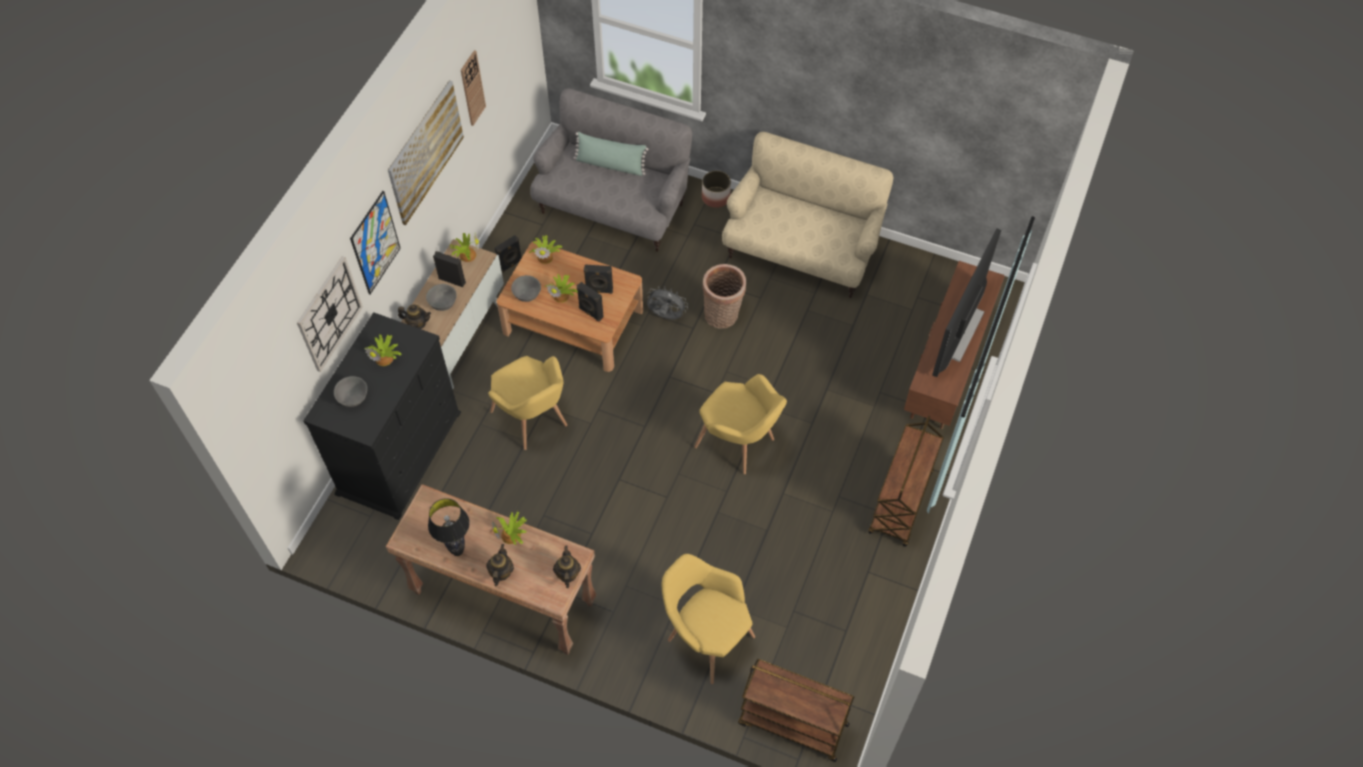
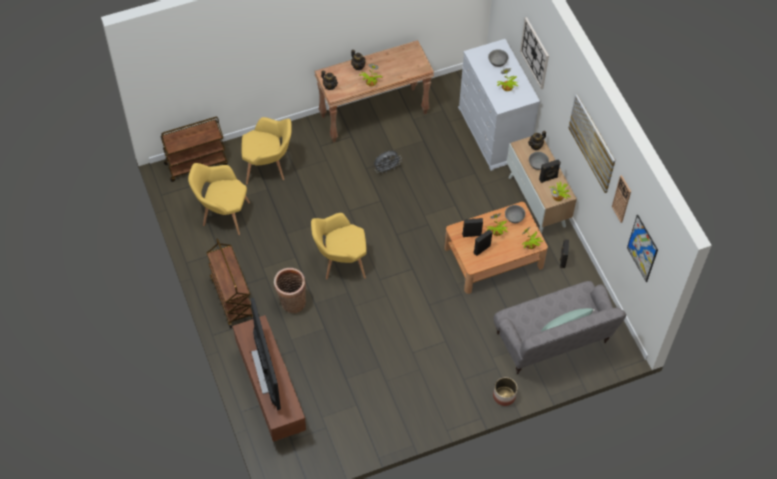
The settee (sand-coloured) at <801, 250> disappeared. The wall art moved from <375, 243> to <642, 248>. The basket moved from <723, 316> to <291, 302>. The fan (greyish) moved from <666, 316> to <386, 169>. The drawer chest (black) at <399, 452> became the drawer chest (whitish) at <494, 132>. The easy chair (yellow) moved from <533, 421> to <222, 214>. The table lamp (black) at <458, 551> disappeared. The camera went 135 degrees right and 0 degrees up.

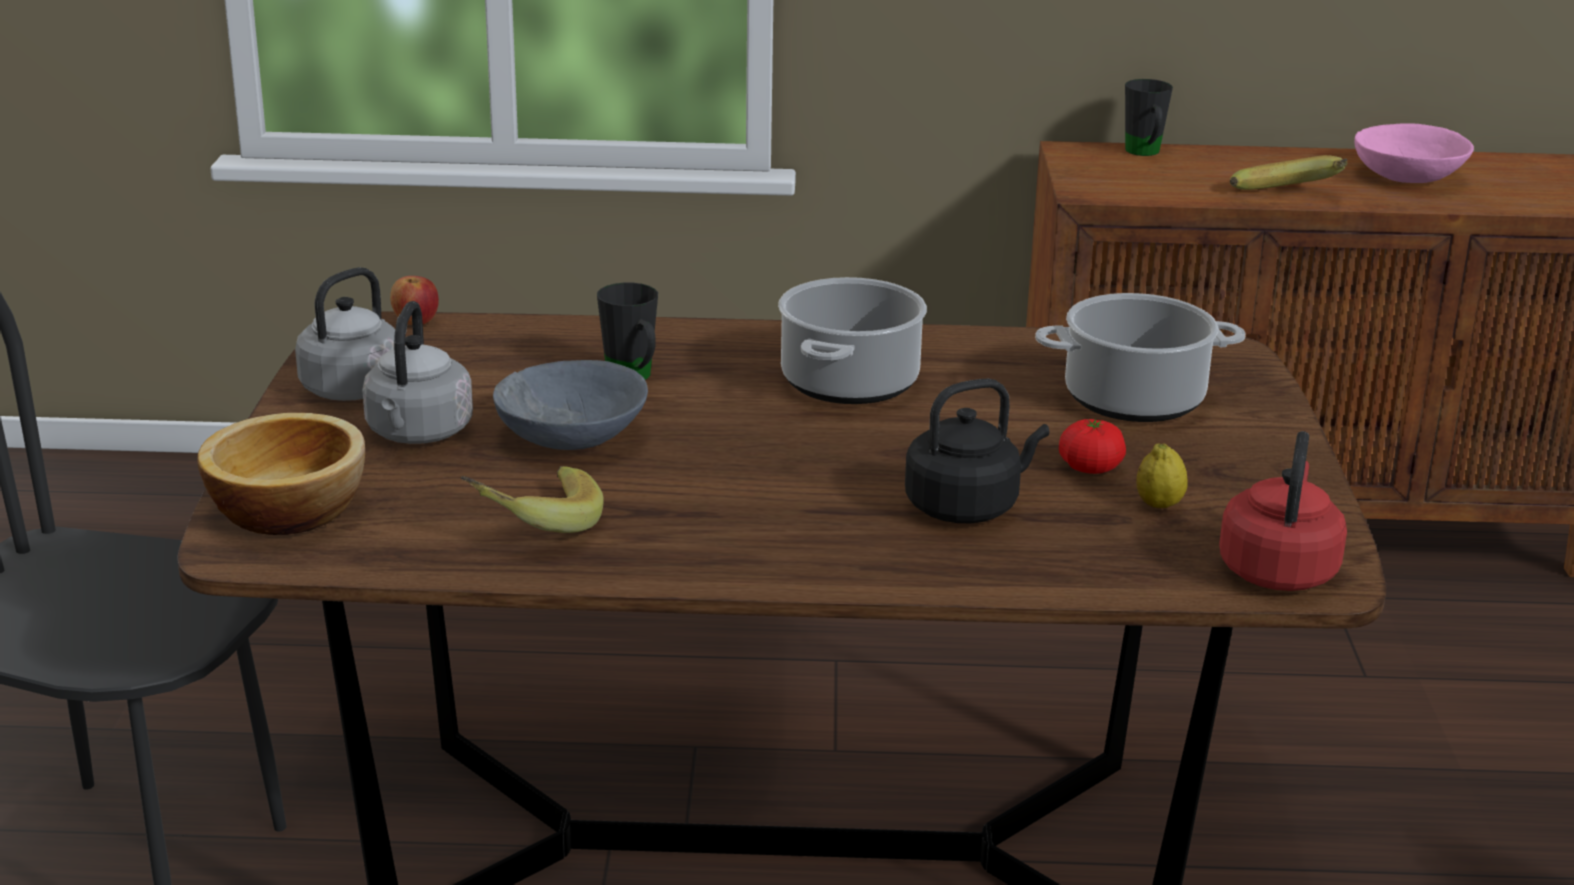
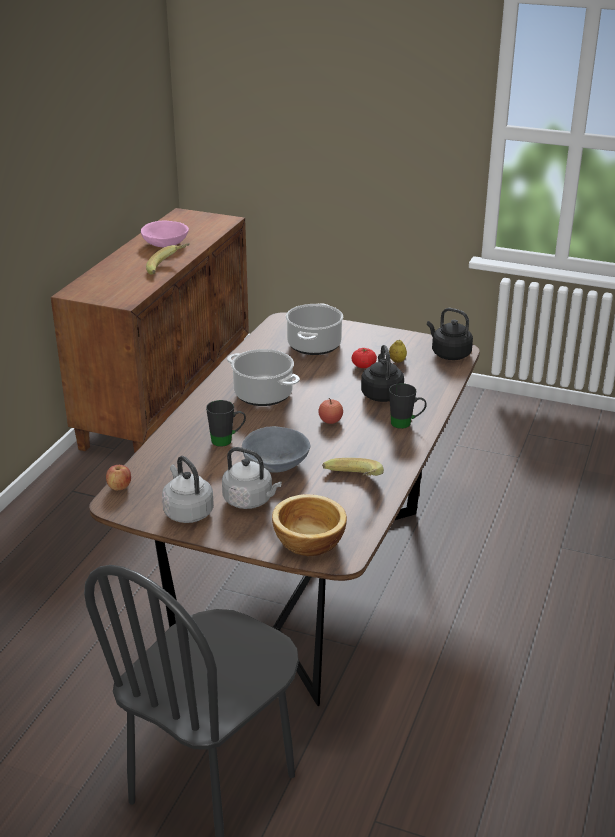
The mug (black) moved from <1145, 154> to <406, 424>. The kettle (reddish) at <1278, 569> became the kettle (black) at <449, 354>. The apple at <330, 421> appeared. The camera went 70 degrees left and 5 degrees up.

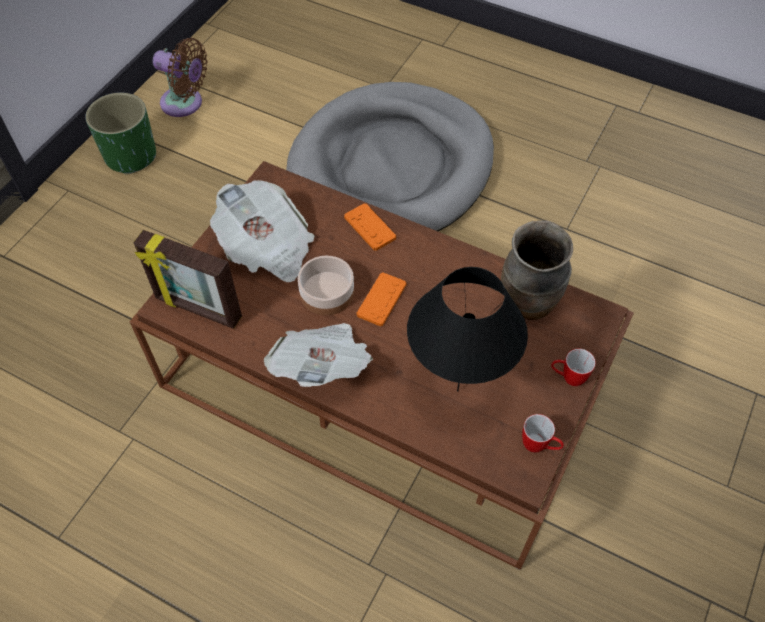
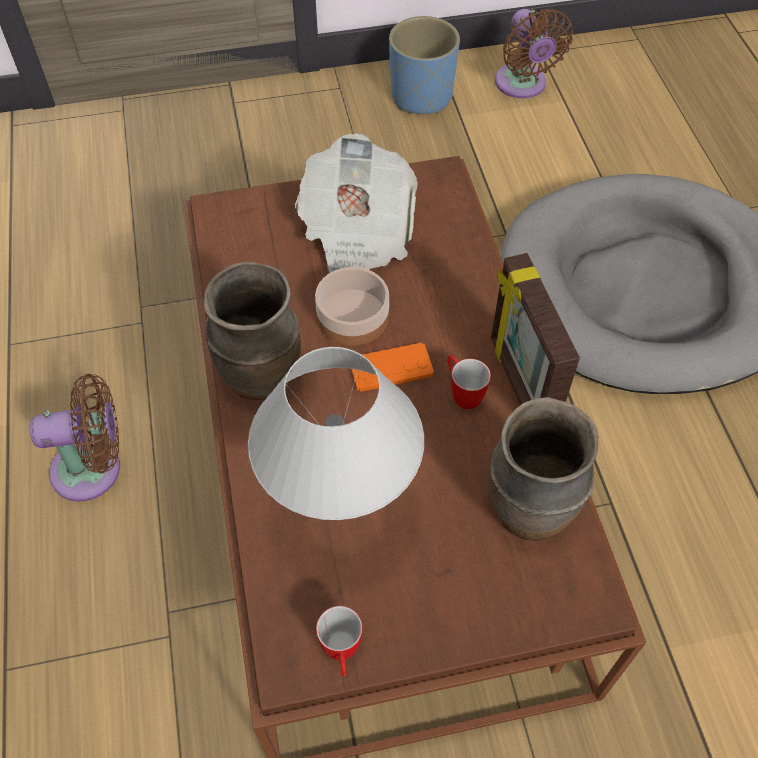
The planter (green) at <131, 156> became the planter (bluish) at <422, 97>. The joypad (orange) at <370, 227> disappeared. The photo frame moved from <198, 309> to <520, 384>. The table lamp (black) at <457, 391> became the table lamp (whitish) at <341, 518>. The printed paper at <322, 366> was replaced by the flower vase (brownish) at <261, 375>. The mug moved from <567, 377> to <462, 393>. The fan (brownish) at <94, 469> appeared. The camera went 50 degrees right and 0 degrees up.

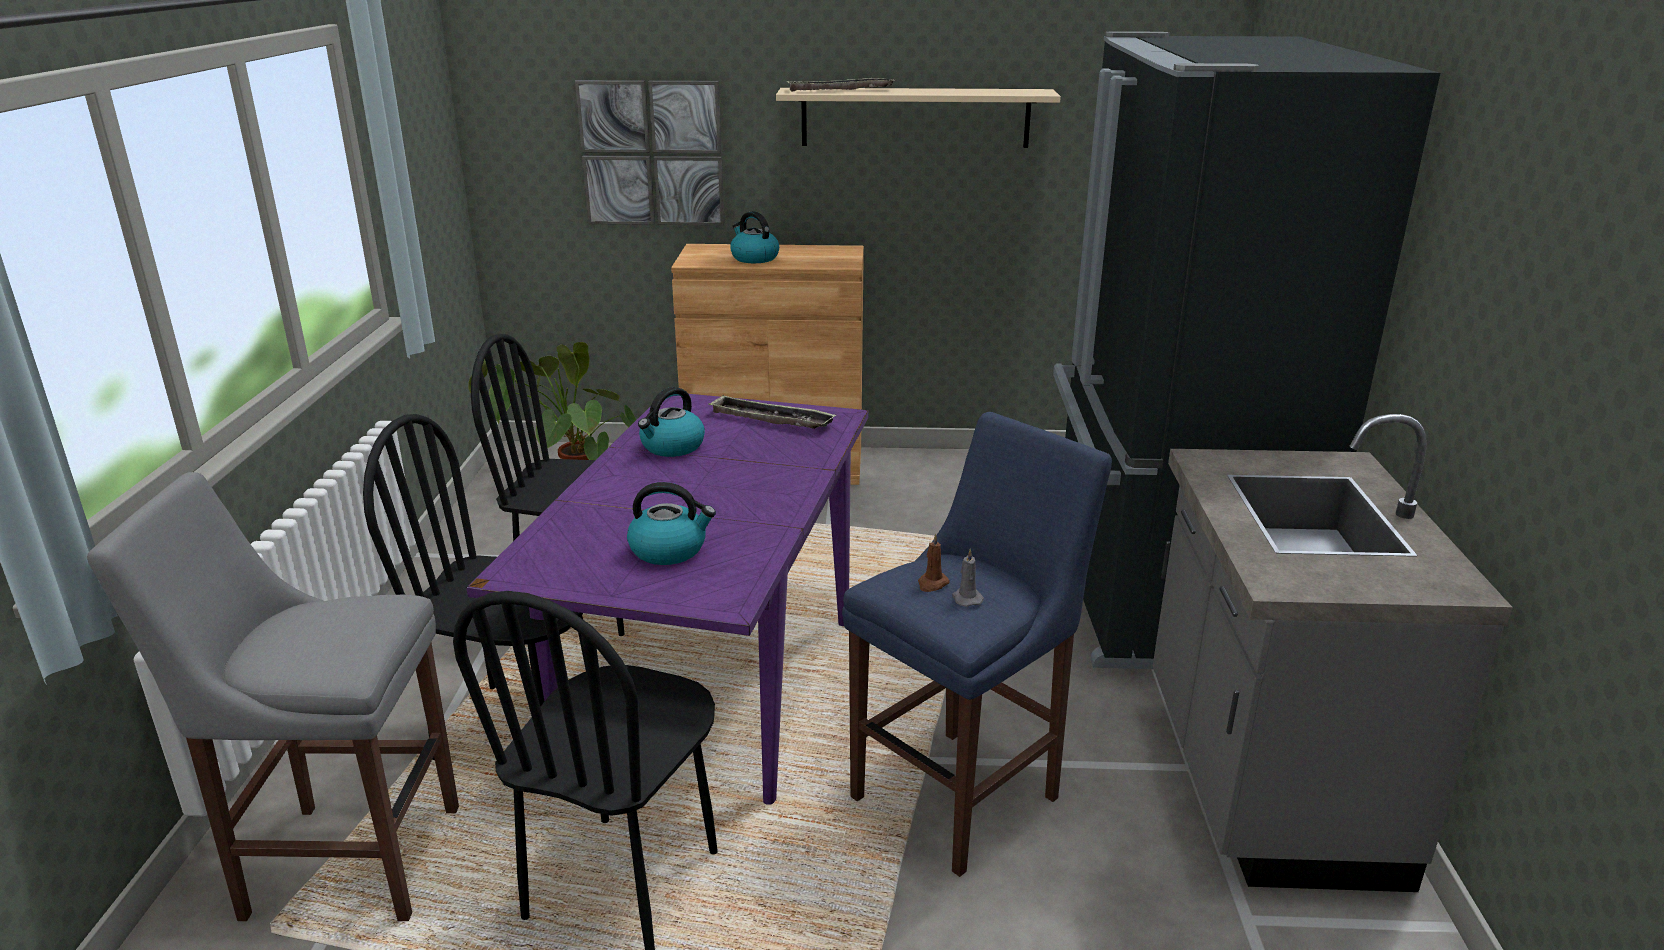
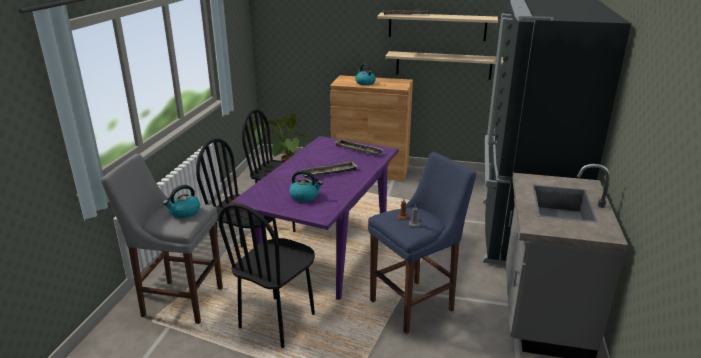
The wall art at <652, 153> disappeared. The kettle moved from <672, 447> to <184, 212>. The wall shelf (sand-coloured) at <443, 65> appeared. The serving tray at <329, 172> appeared. The camera went 10 degrees right and 0 degrees up.

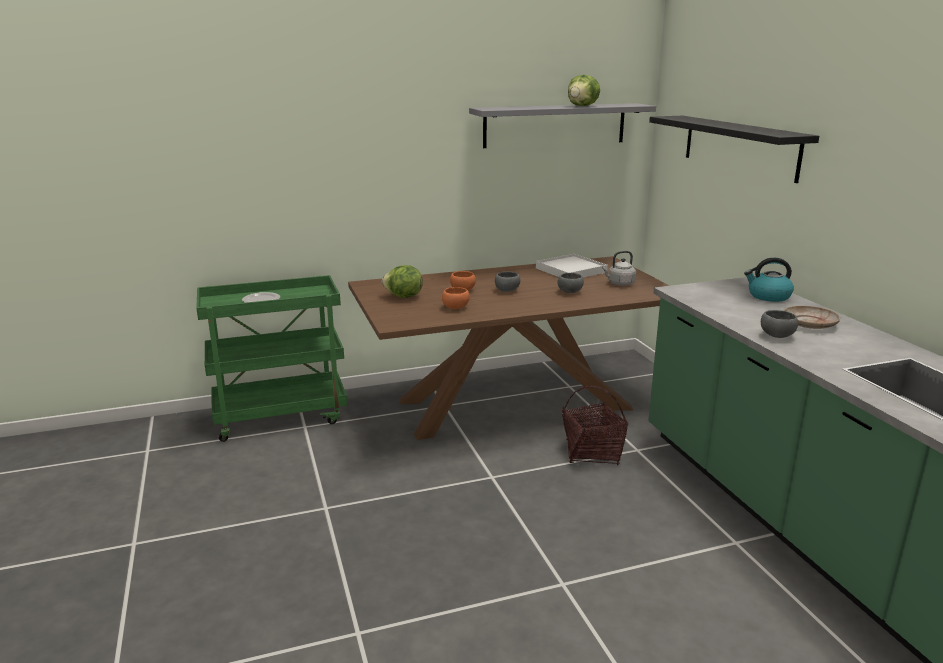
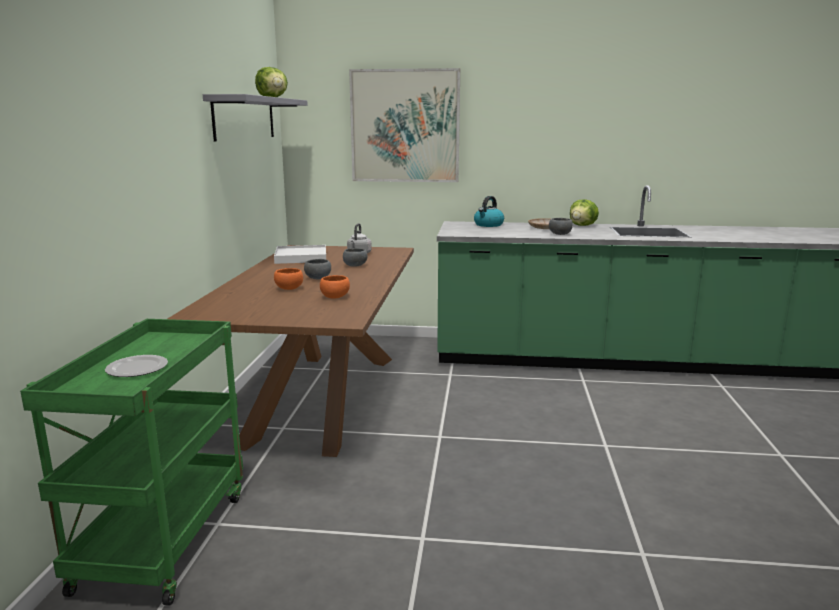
The wall shelf (black) at <739, 146> was replaced by the wall art at <405, 126>. The lettuce moved from <403, 297> to <583, 226>. The basket at <592, 452> disappeared. The camera went 65 degrees left and 5 degrees down.

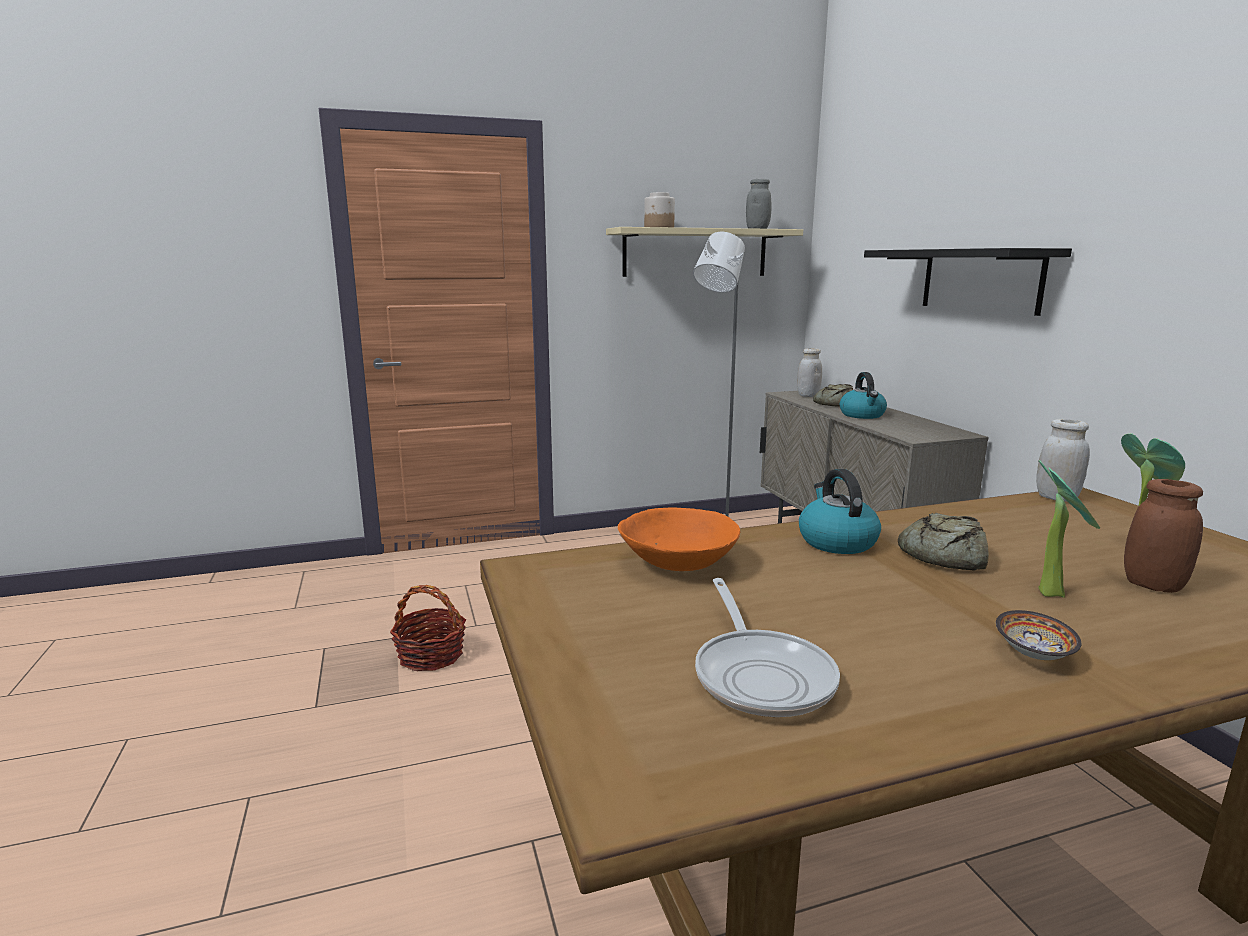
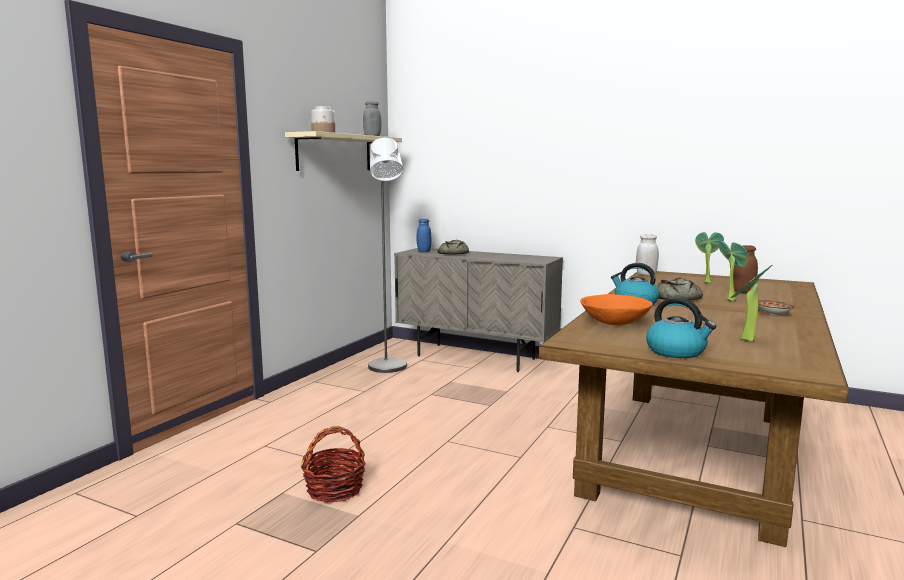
The wall shelf (black) at <980, 280> disappeared. The preserve jar (whitish) at <808, 395> became the preserve jar (bluish) at <424, 251>. The kettle moved from <862, 415> to <677, 351>. The frying pan at <761, 675> was replaced by the houseplant at <745, 340>. The camera went 45 degrees left and 5 degrees down.

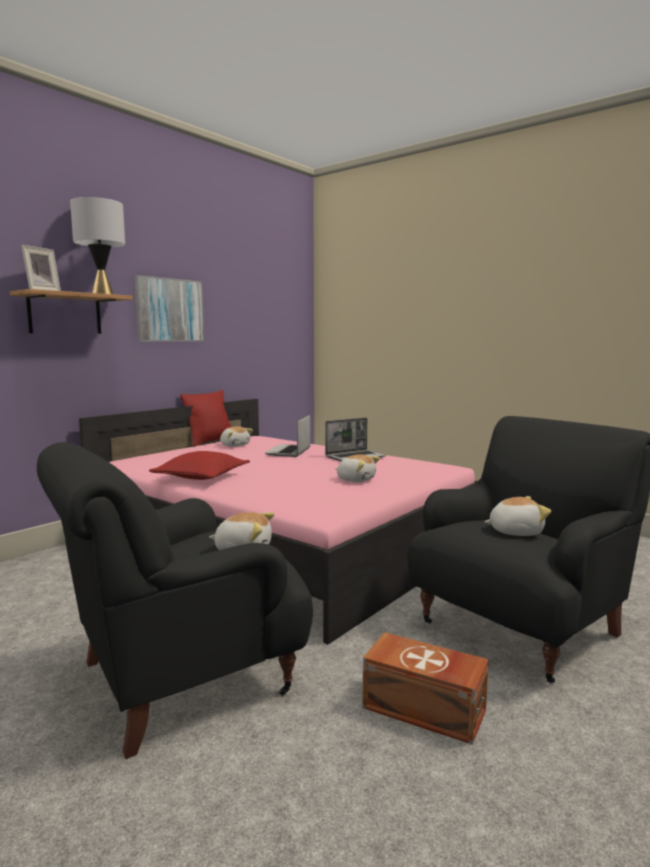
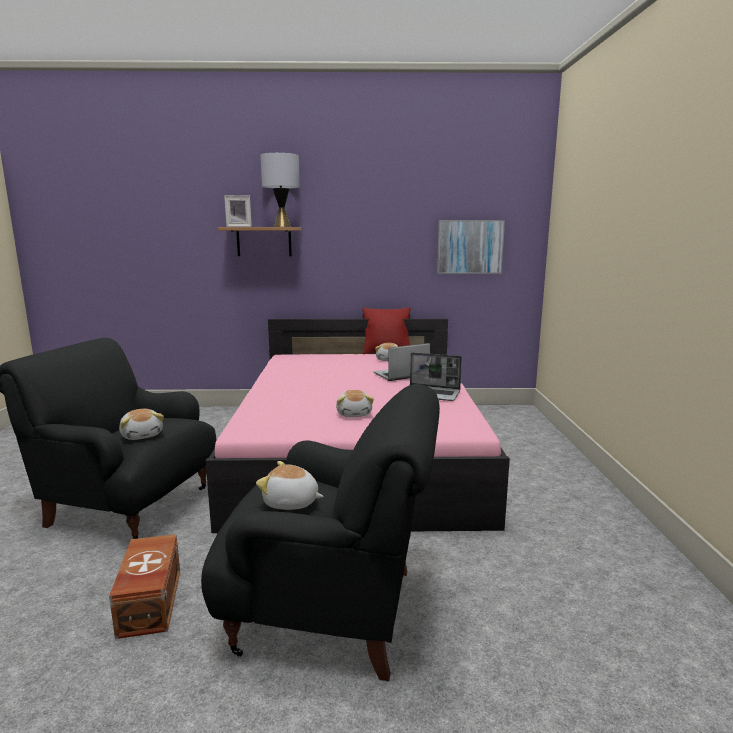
The wall art moved from <169, 310> to <470, 247>. The pillow (reddish) at <201, 477> disappeared. The soft toy at <515, 531> turned 150 degrees clockwise. The camera went 50 degrees right and 5 degrees up.

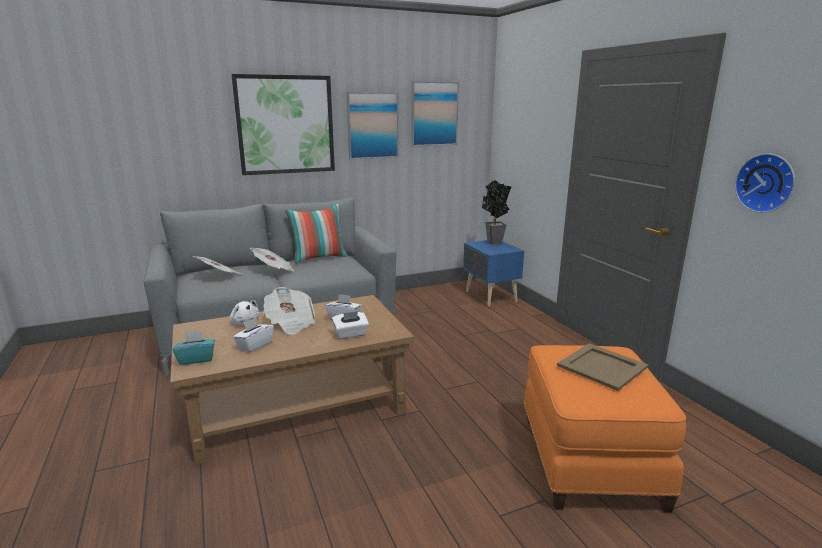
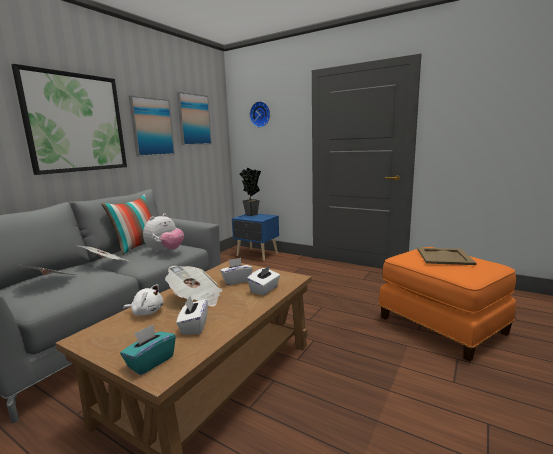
The wall clock moved from <766, 183> to <261, 114>. The soft toy at <165, 251> appeared. The camera went 35 degrees left and 5 degrees down.

